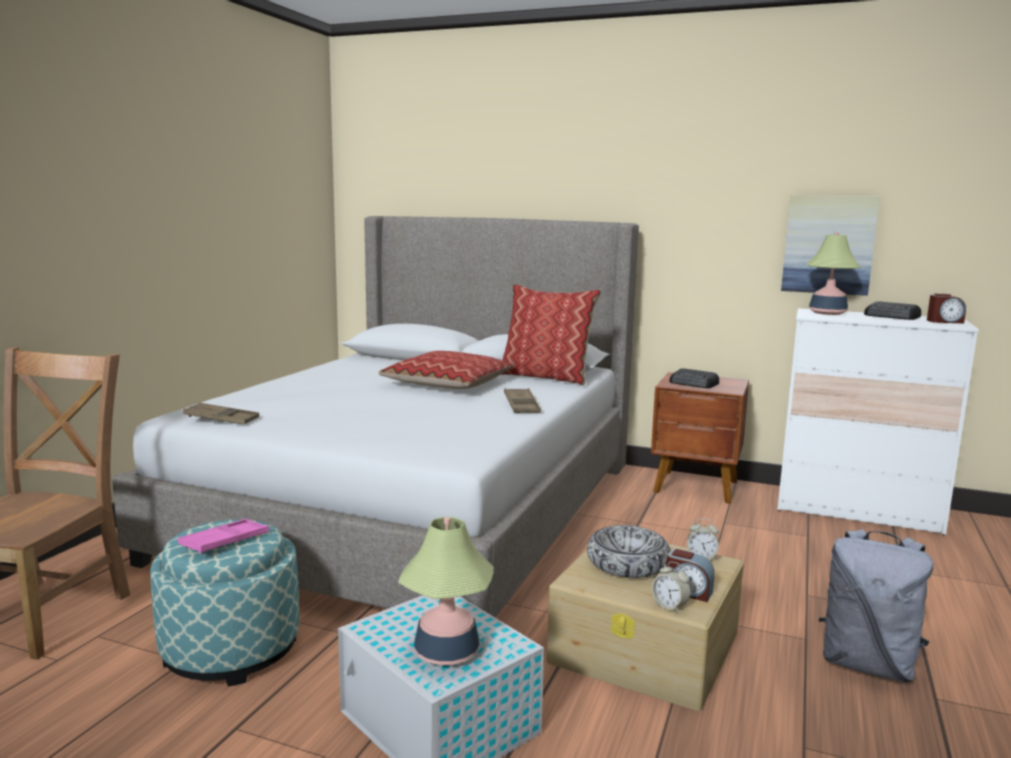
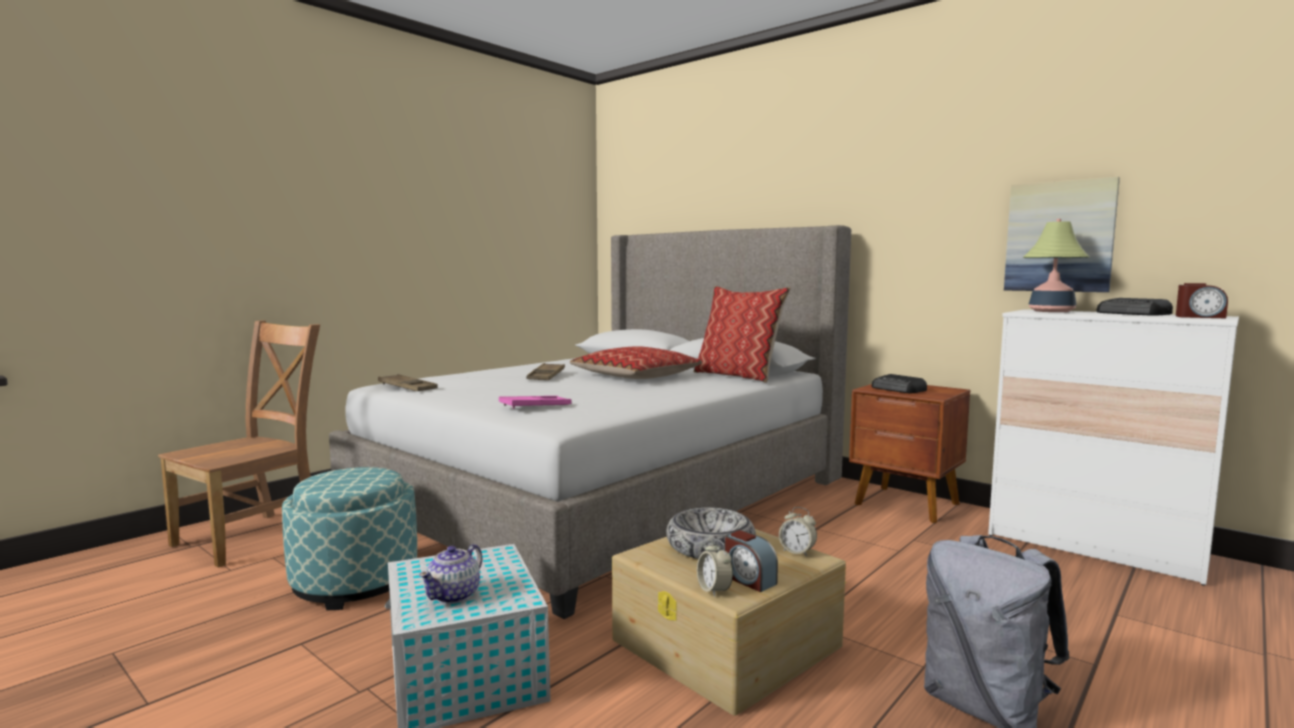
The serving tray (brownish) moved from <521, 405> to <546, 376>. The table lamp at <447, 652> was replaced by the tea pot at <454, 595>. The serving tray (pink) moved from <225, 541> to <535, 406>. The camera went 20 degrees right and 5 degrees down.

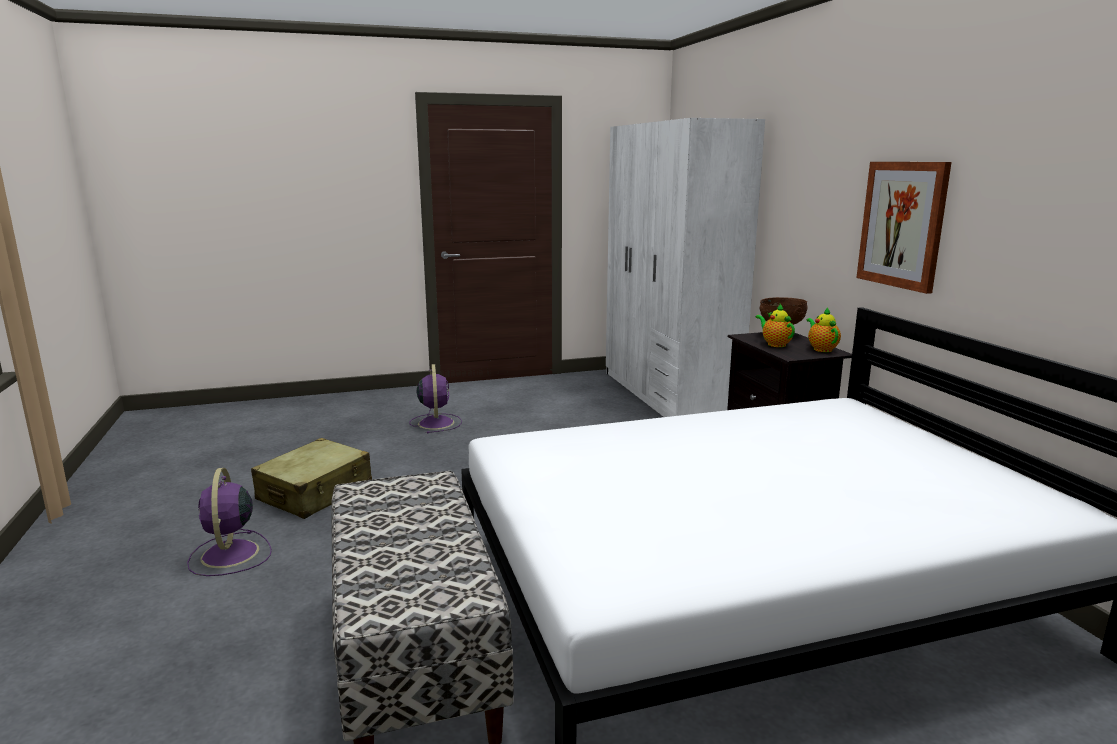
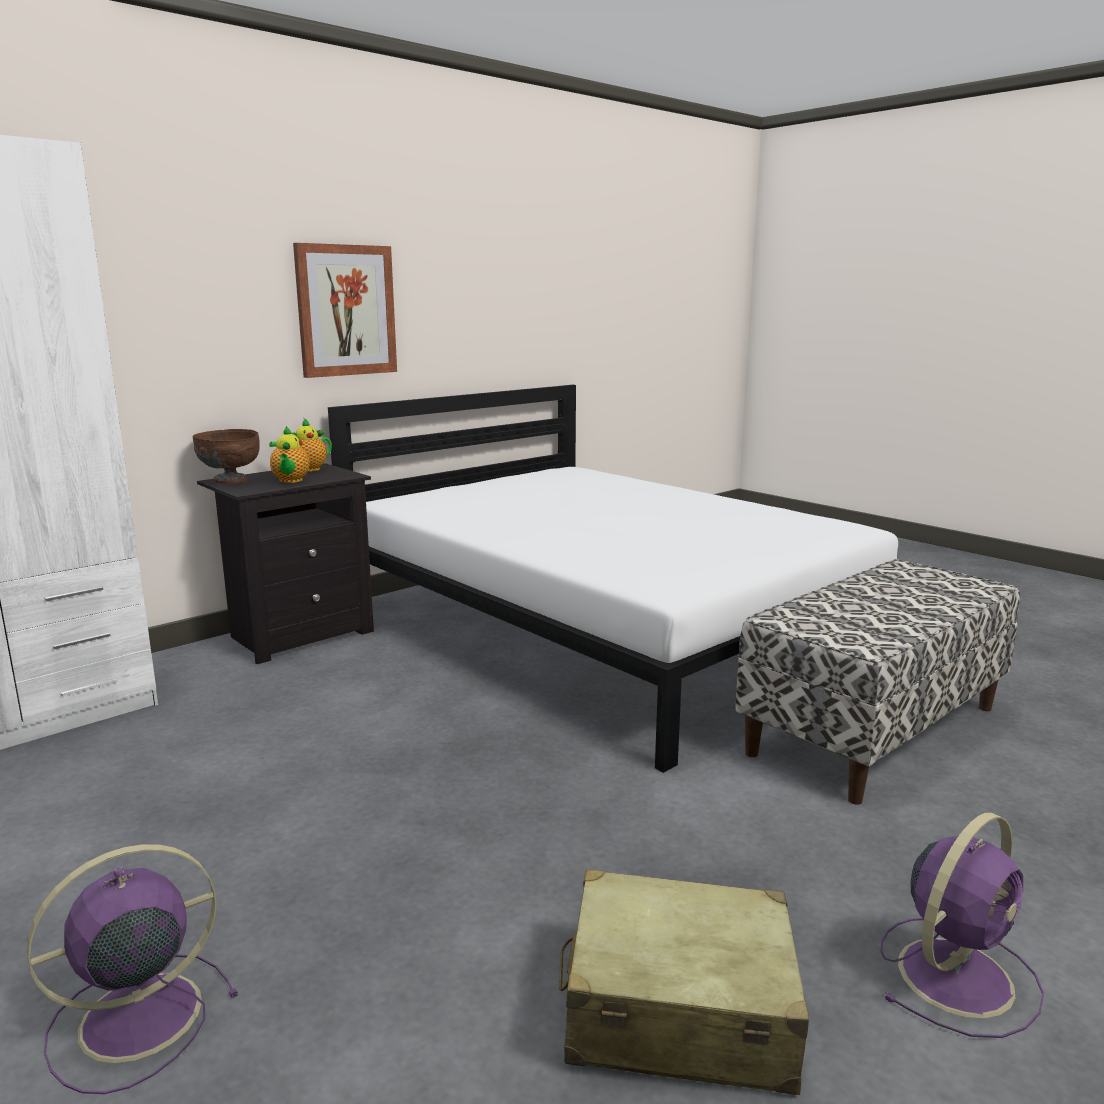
The tea pot at <775, 344> turned 45 degrees counterclockwise. The camera went 115 degrees left and 0 degrees up.

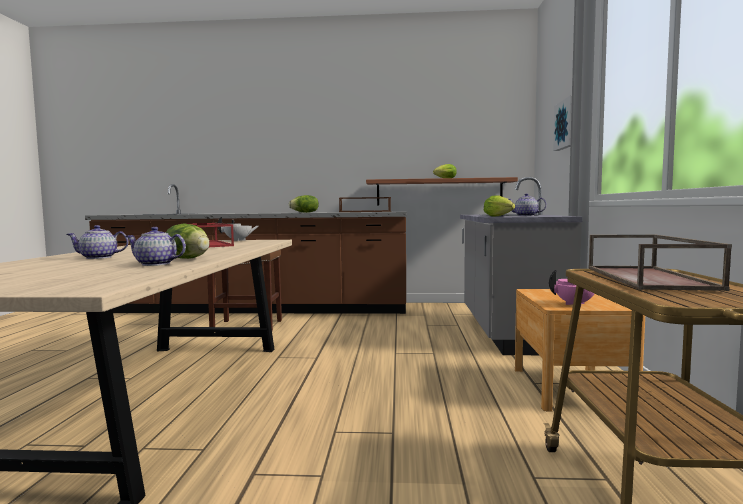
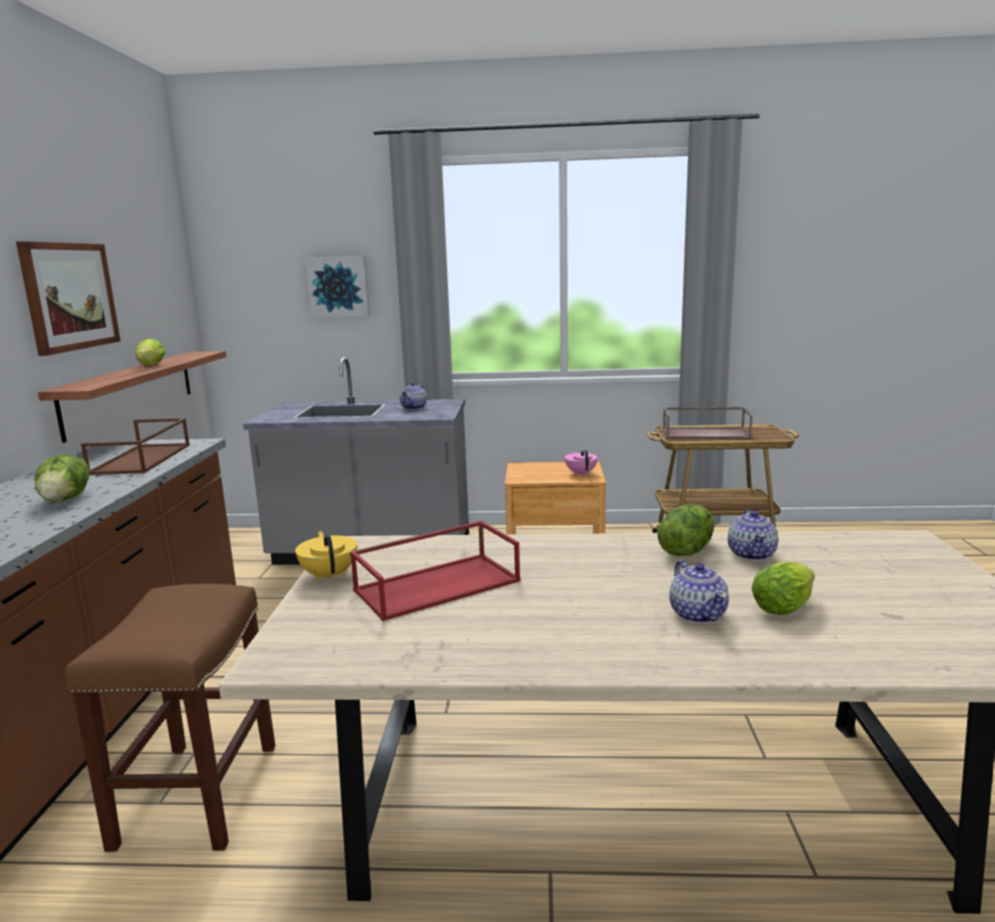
The lettuce moved from <499, 216> to <785, 607>. The tea pot (whitish) at <238, 240> became the tea pot (yellow) at <329, 575>. The wall art at <69, 296> appeared. The camera went 90 degrees left and 10 degrees up.

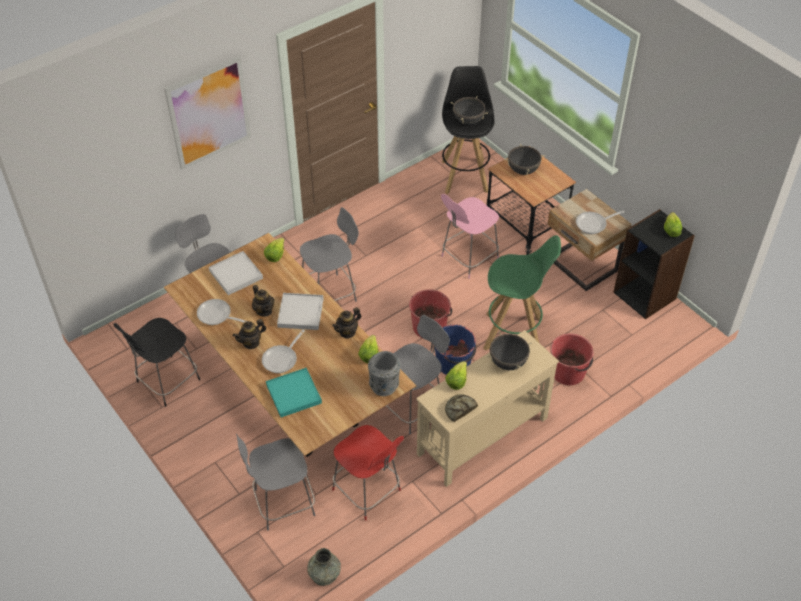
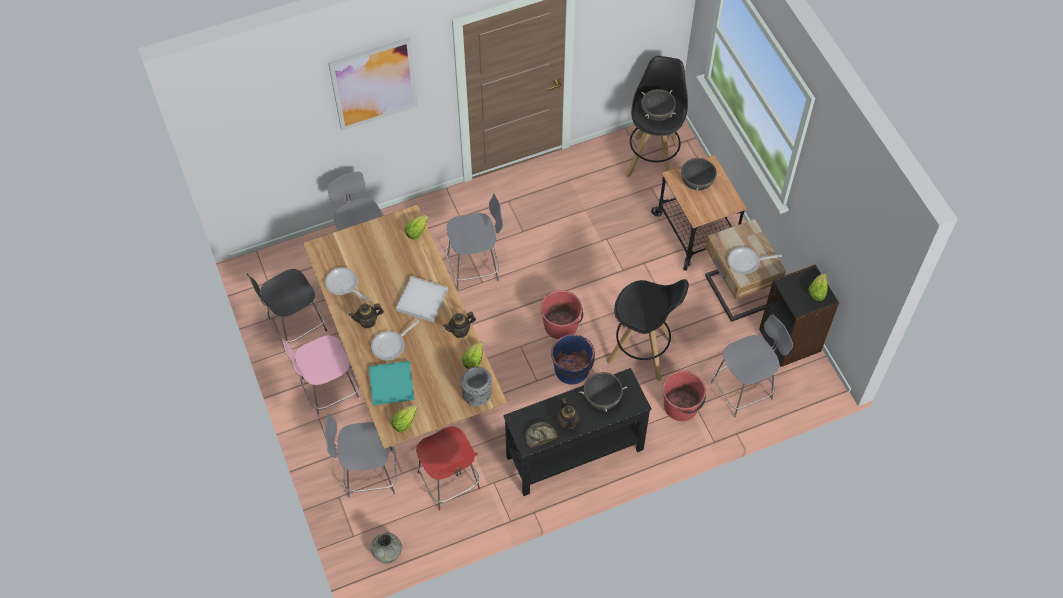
The plain chair (pink) moved from <468, 258> to <328, 391>. The stool seat (green) at <514, 333> became the stool seat (black) at <642, 352>. The serving tray (whitish) at <236, 274> disappeared. The tea pot moved from <264, 310> to <567, 422>. The plain chair (greyish) moved from <413, 406> to <743, 389>. The narrow table (sand-coloured) at <481, 436> became the narrow table (black) at <574, 453>. The lettuce moved from <456, 380> to <404, 421>. The camera went 15 degrees right and 10 degrees up.

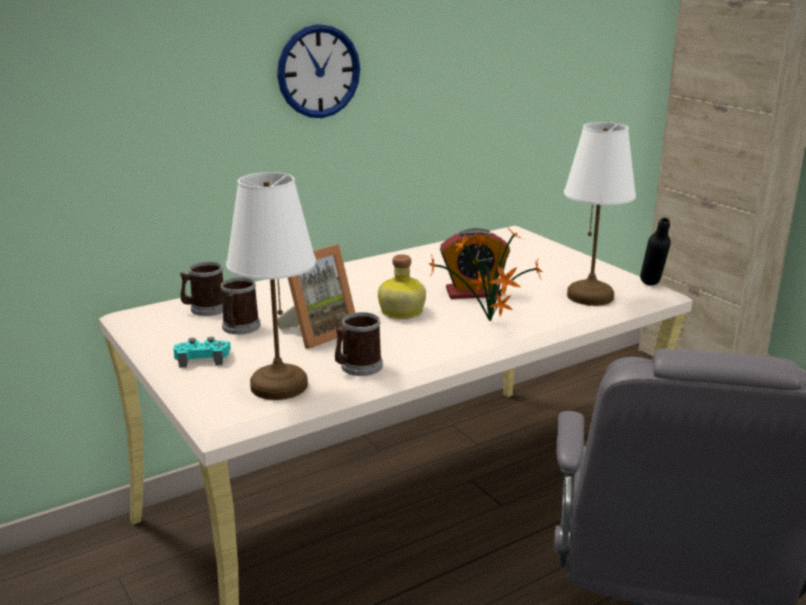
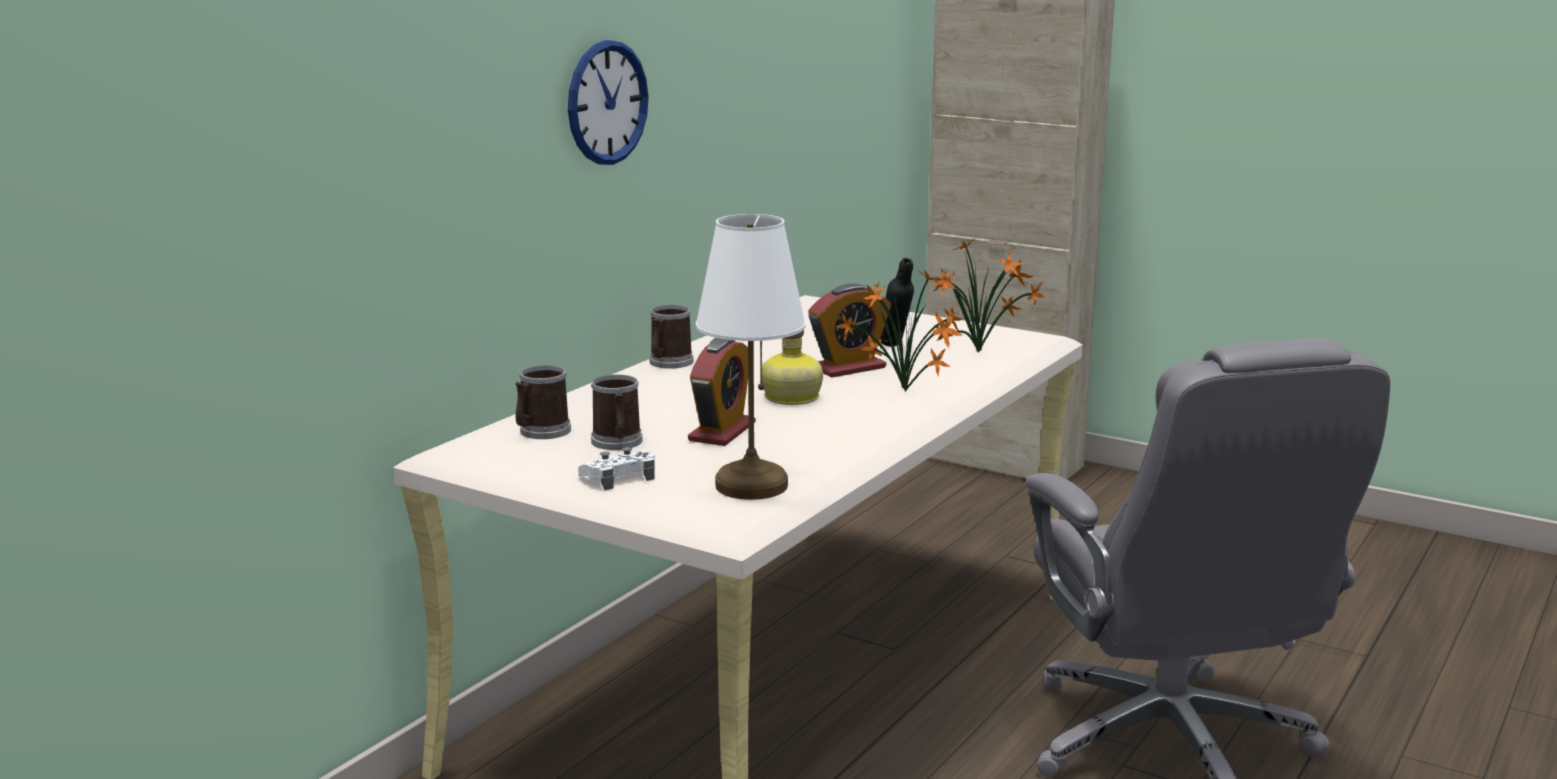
The table lamp (whitish) at <590, 296> was replaced by the houseplant at <981, 353>. The drink bottle (black) moved from <652, 286> to <895, 347>. The photo frame at <318, 332> was replaced by the alarm clock at <722, 432>. The mug moved from <357, 367> to <668, 363>. The joypad (blue-green) at <202, 358> became the joypad (whitish) at <619, 478>. The camera went 25 degrees left and 5 degrees down.

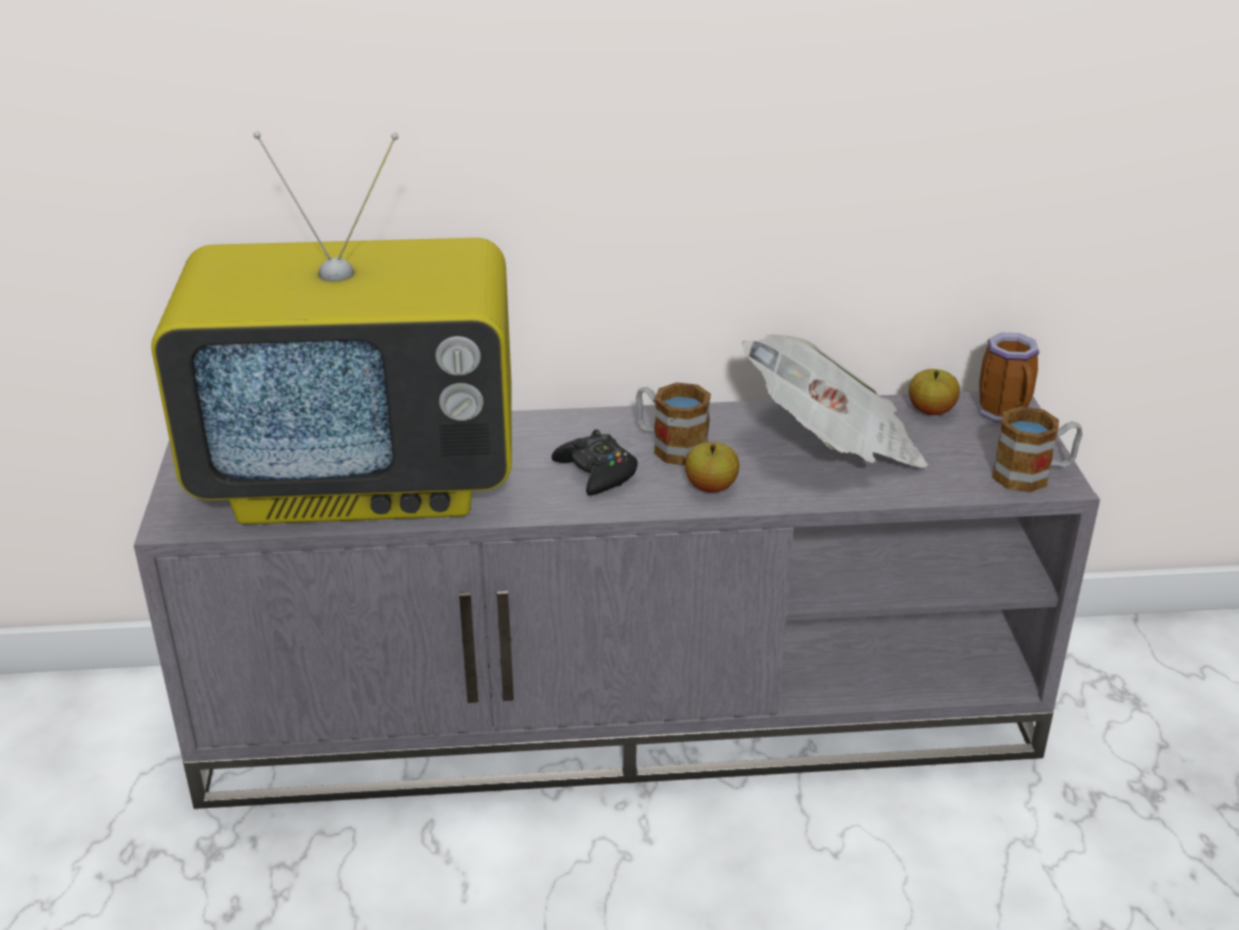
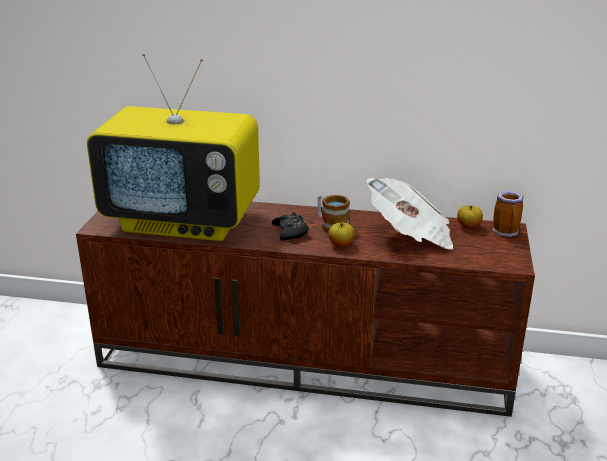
The tv stand (greyish) at <623, 711> became the tv stand (brownish) at <306, 359>. The mug at <1033, 475> disappeared. The camera went 15 degrees right and 5 degrees down.

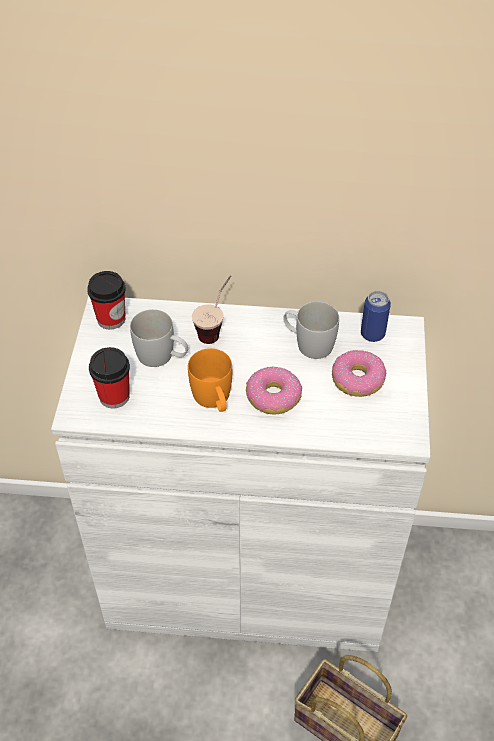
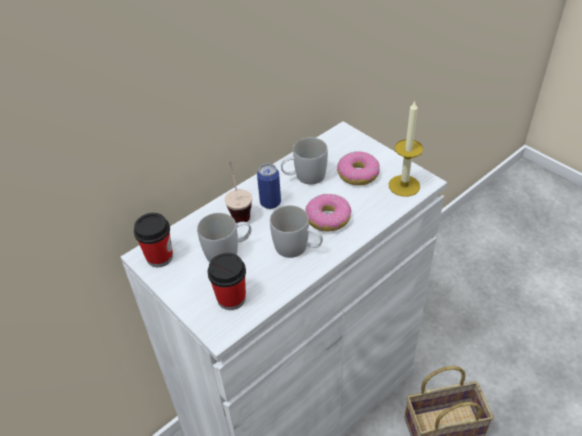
The can moved from <372, 334> to <270, 202>. The mug (orange) at <214, 400> became the mug (whitish) at <297, 248>. The candle at <404, 185> appeared. The camera went 45 degrees left and 5 degrees down.

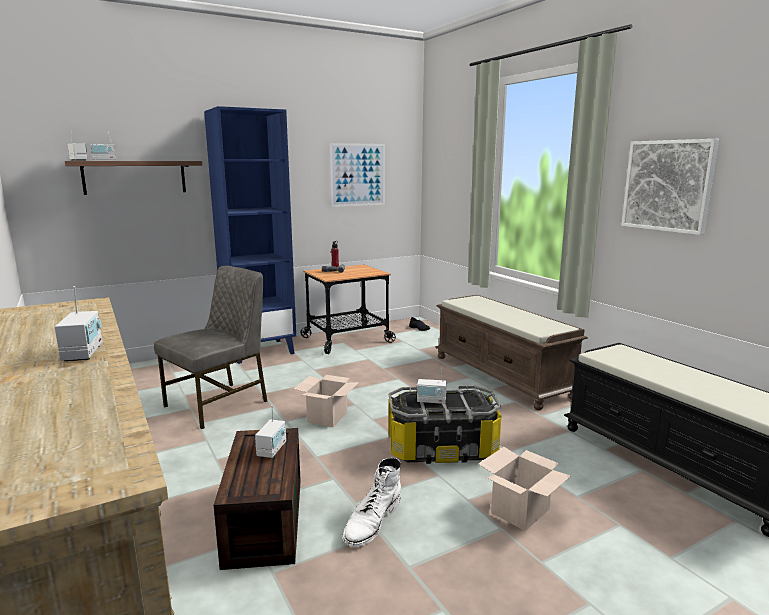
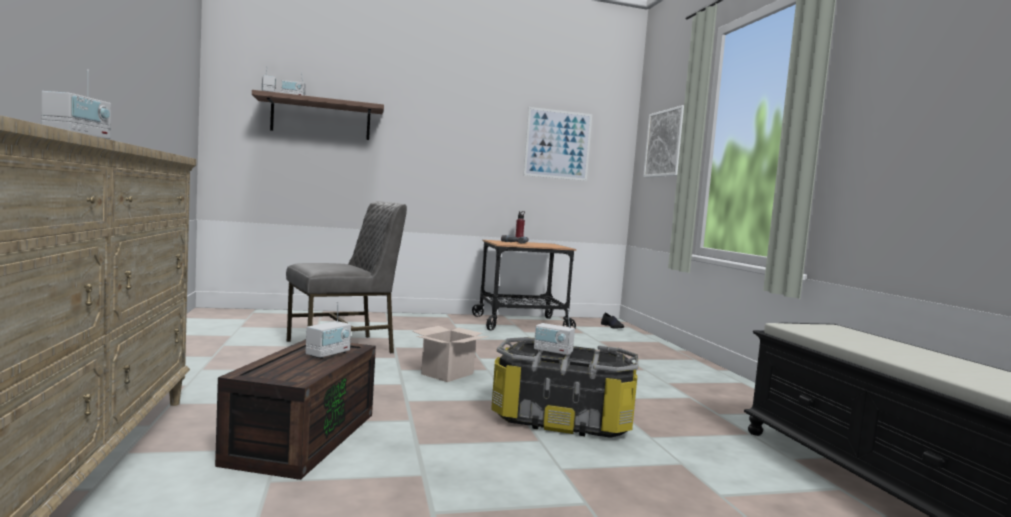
The bookshelf (bluish) at <260, 351> disappeared. The wall art moved from <667, 185> to <666, 143>. The long seat (brownish) at <502, 376> disappeared. The carton at <520, 512> disappeared. The high-top boot (whitish) at <372, 521> disappeared. The camera went 15 degrees right and 10 degrees down.

